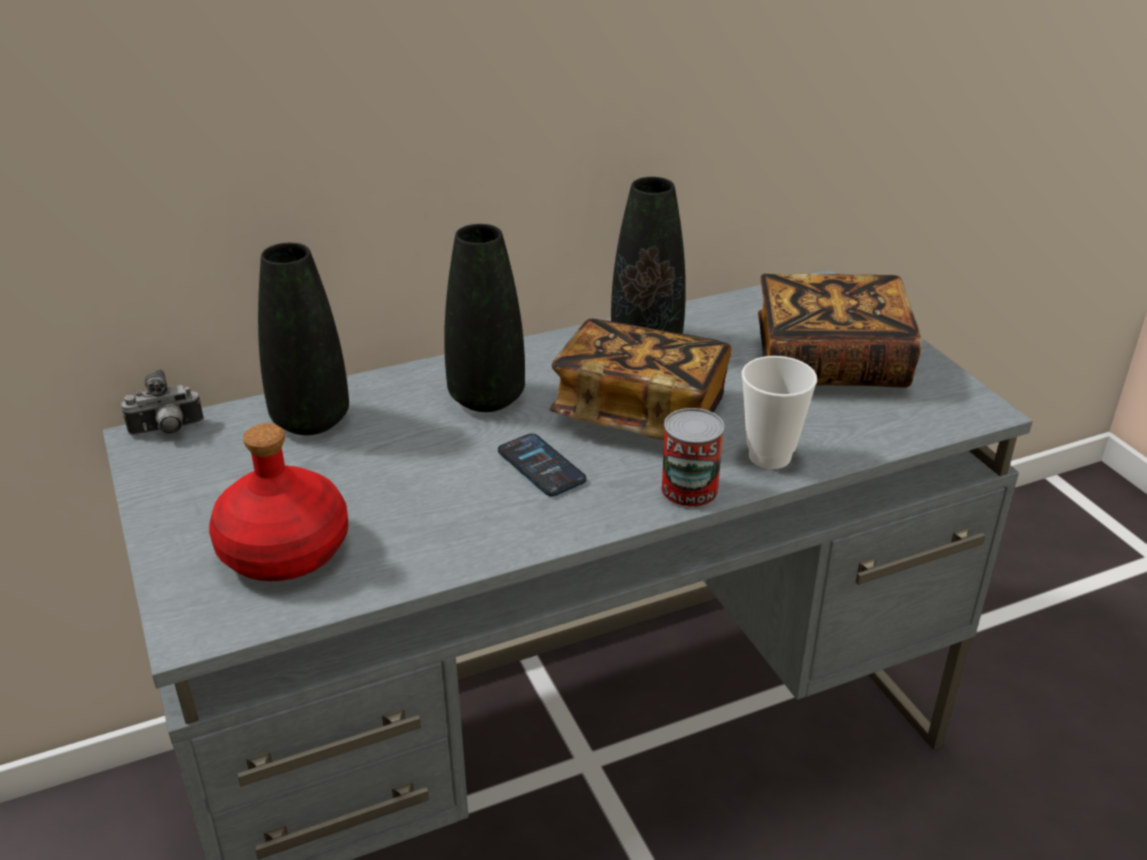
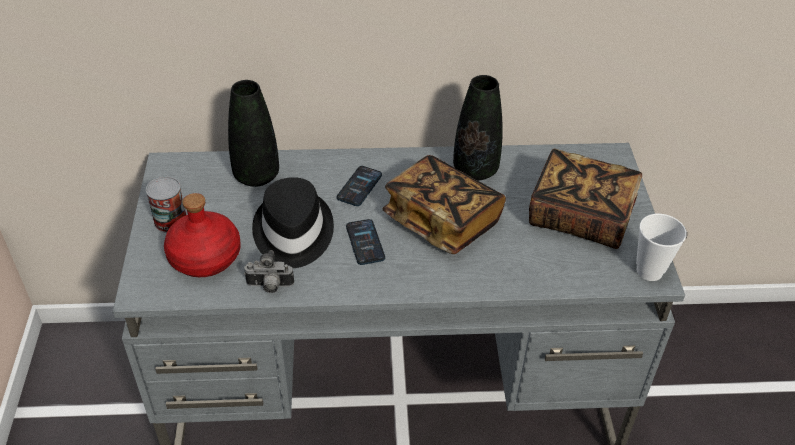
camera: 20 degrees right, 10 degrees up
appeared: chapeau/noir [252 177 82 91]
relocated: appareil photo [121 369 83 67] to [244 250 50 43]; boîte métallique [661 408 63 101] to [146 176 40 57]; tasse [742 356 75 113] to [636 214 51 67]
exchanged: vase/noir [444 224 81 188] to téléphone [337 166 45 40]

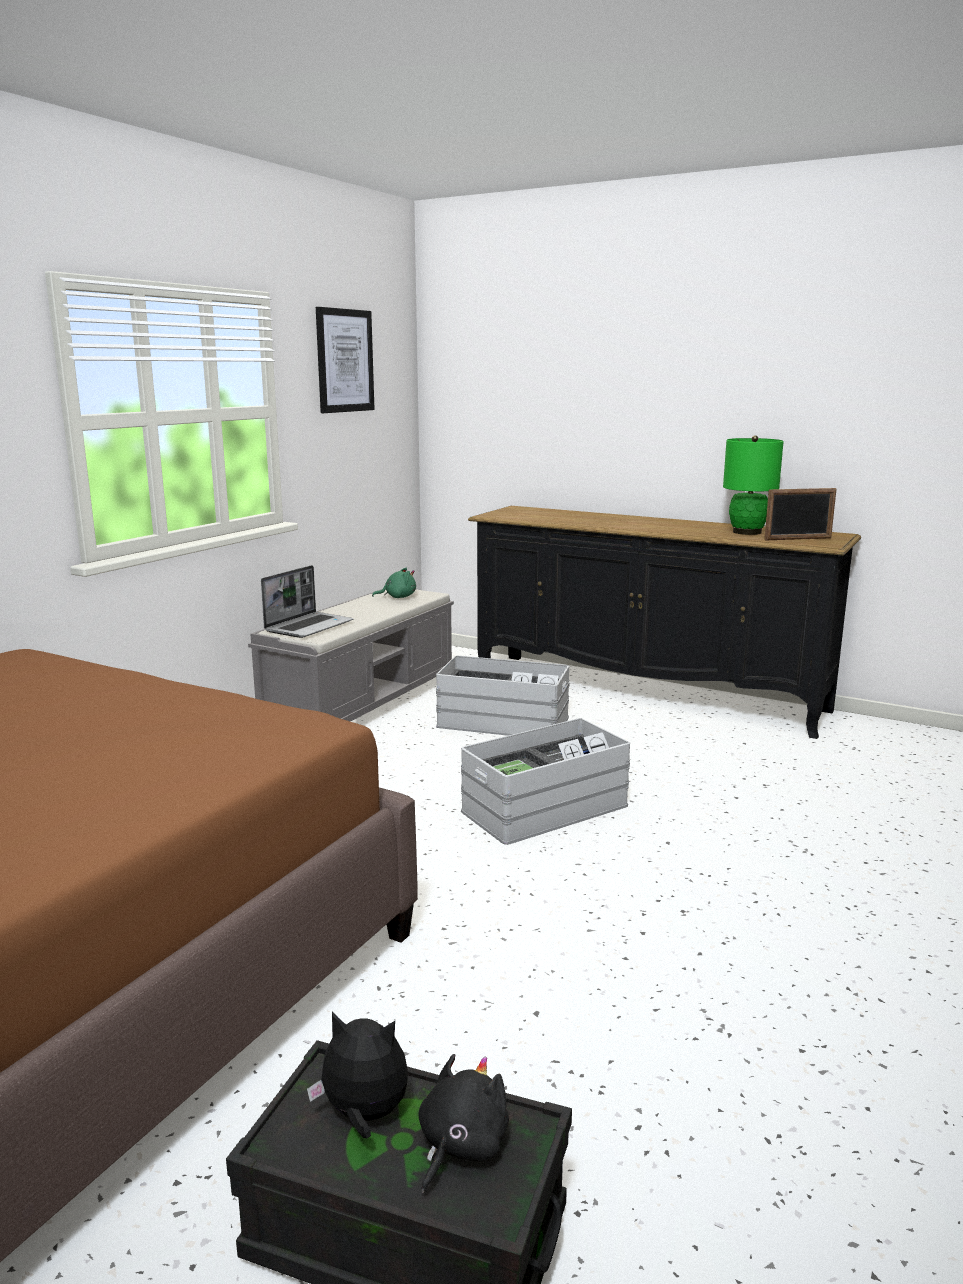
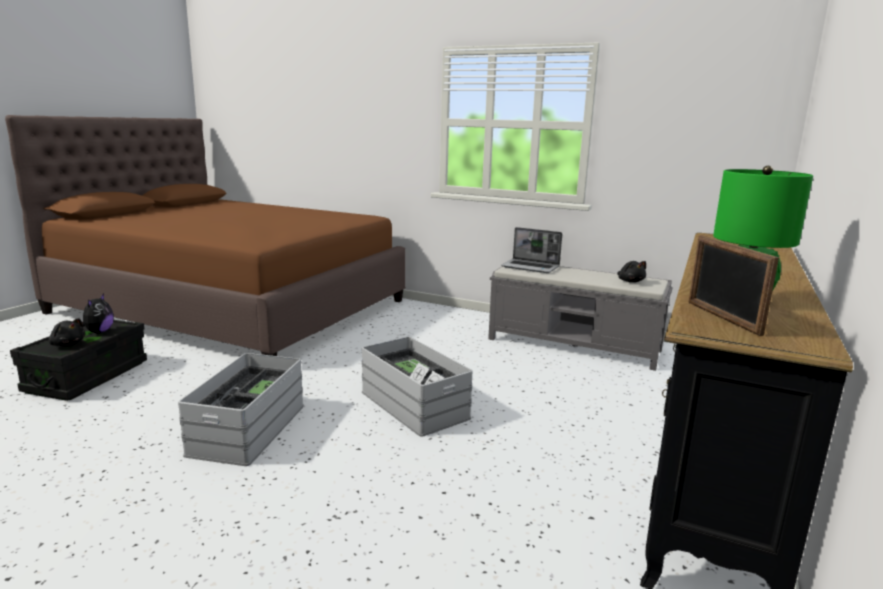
camera: 85 degrees right, 0 degrees up
missing: tableau [316 307 58 106]
relocated: boîte de rangement/gris [436 656 134 80] to [178 353 126 113]
colour: peluche/vert [372 567 44 31] to peluche/noir [617 261 29 22]

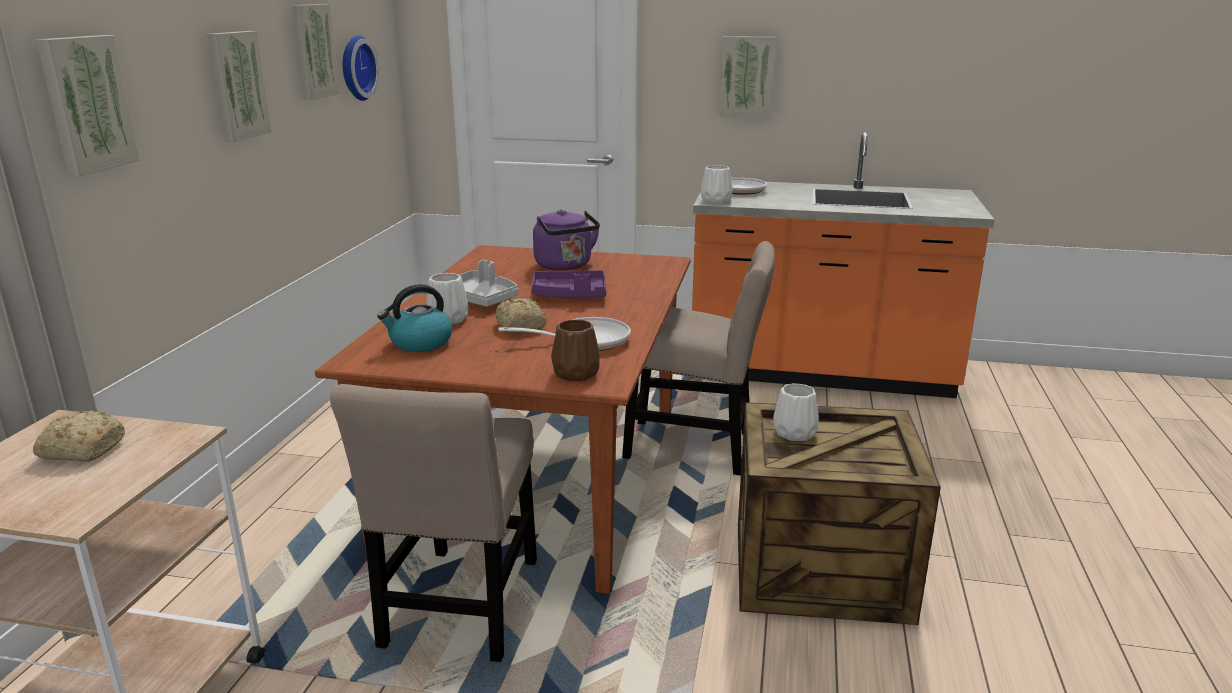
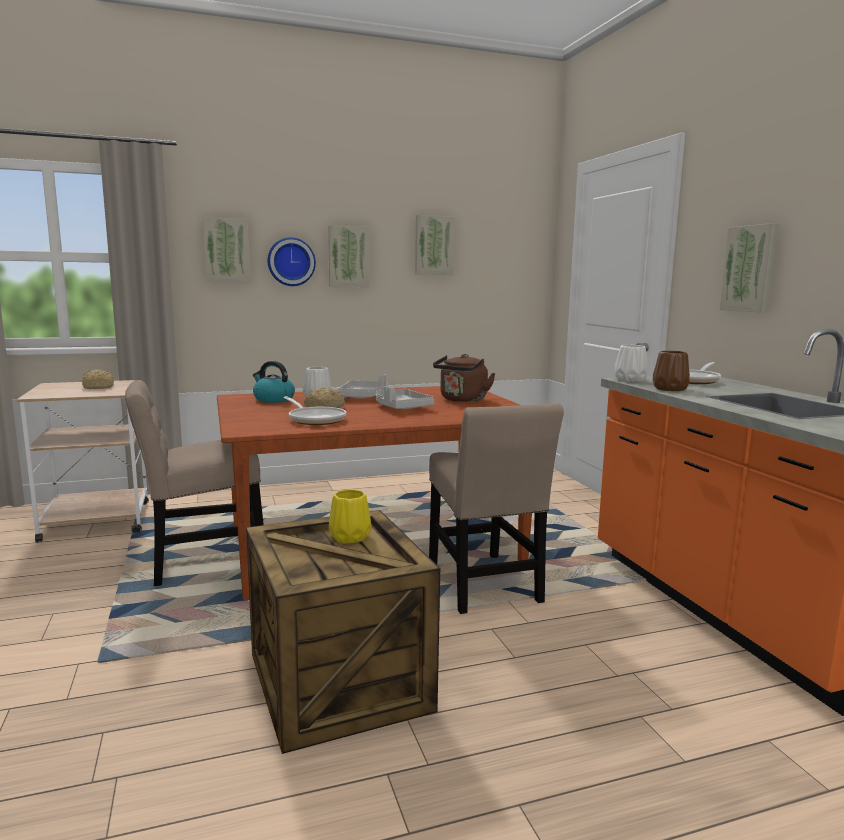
camera: 60 degrees right, 10 degrees down
relocated: horloge murale [343 35 36 66] to [268 237 48 49]; vase/marron [551 319 49 62] to [653 351 37 40]
colour: plateau/violet [531 270 75 28] to plateau/gris [376 386 58 23]; bouilloire/violet [533 209 67 61] to bouilloire/marron [433 354 63 48]; vase/blanc [773 383 46 58] to vase/jaune [329 489 43 55]

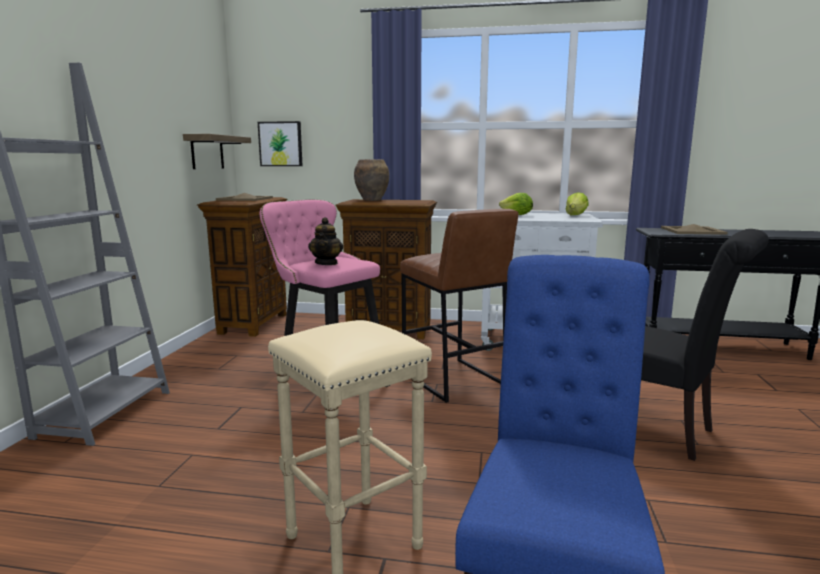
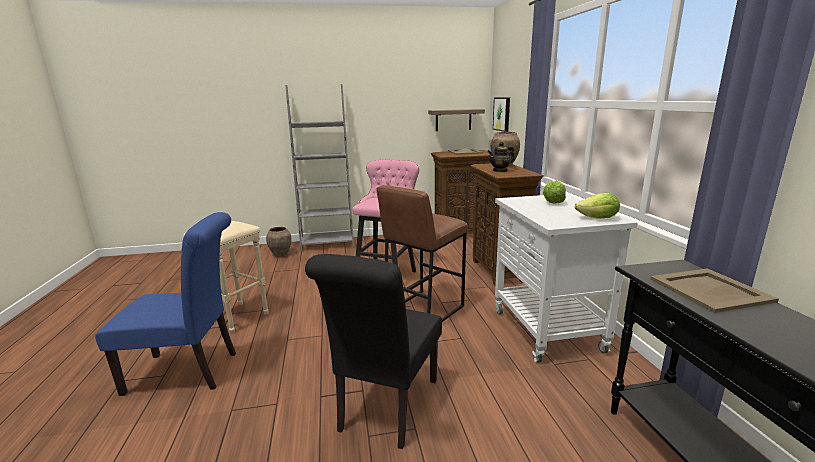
camera: 70 degrees right, 5 degrees up
appeared: vase/marron [266 227 26 30]
relocated: théière [308 217 35 48] to [487 142 28 30]

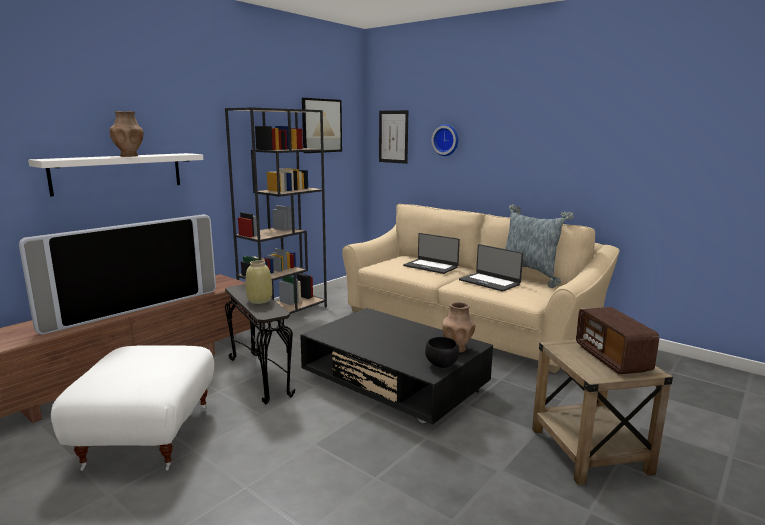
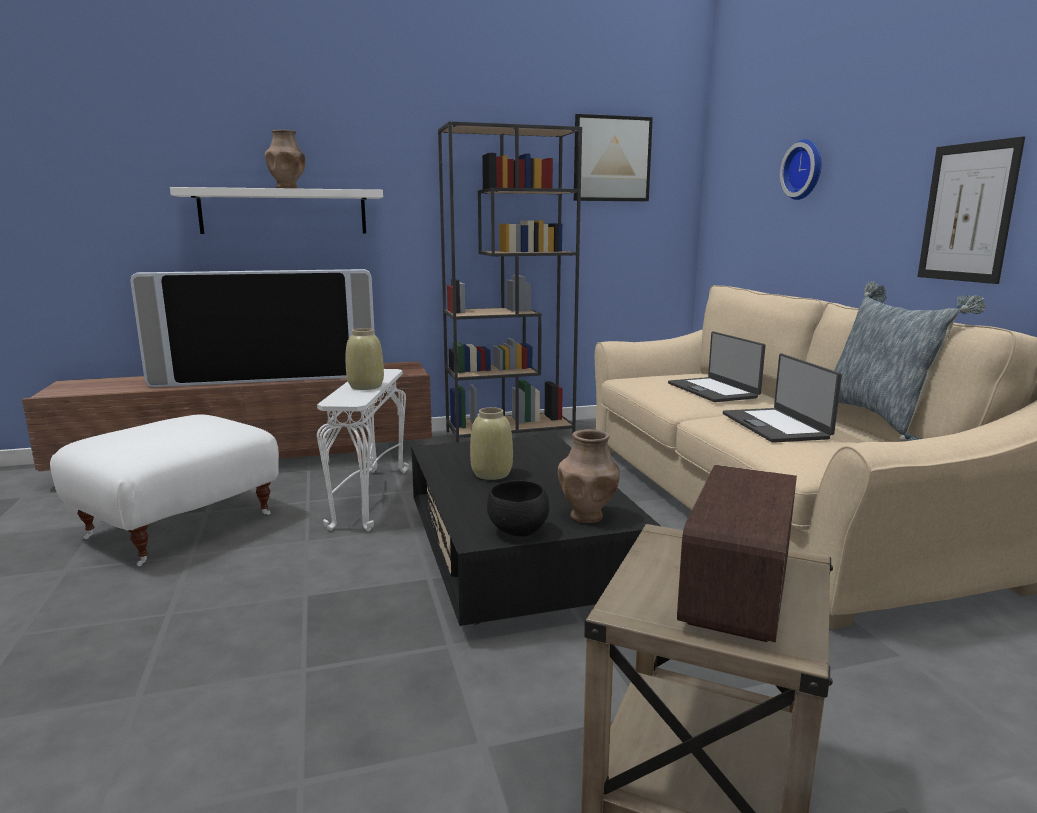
camera: 35 degrees right, 0 degrees up
appeared: vase/beige [470 407 43 73]
relocated: tableau [379 110 29 54] to [918 136 107 148]
colour: table d'appoint/noir [225 284 70 120] to table d'appoint/blanc [317 369 92 163]

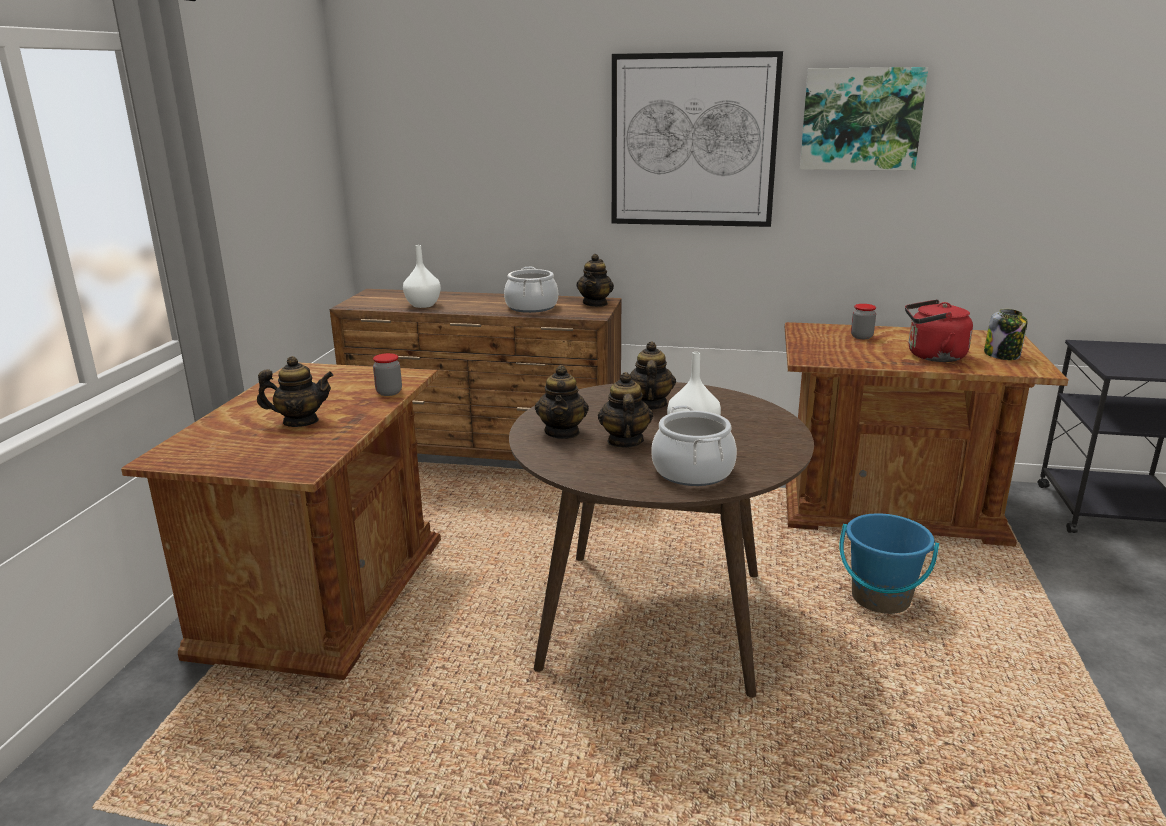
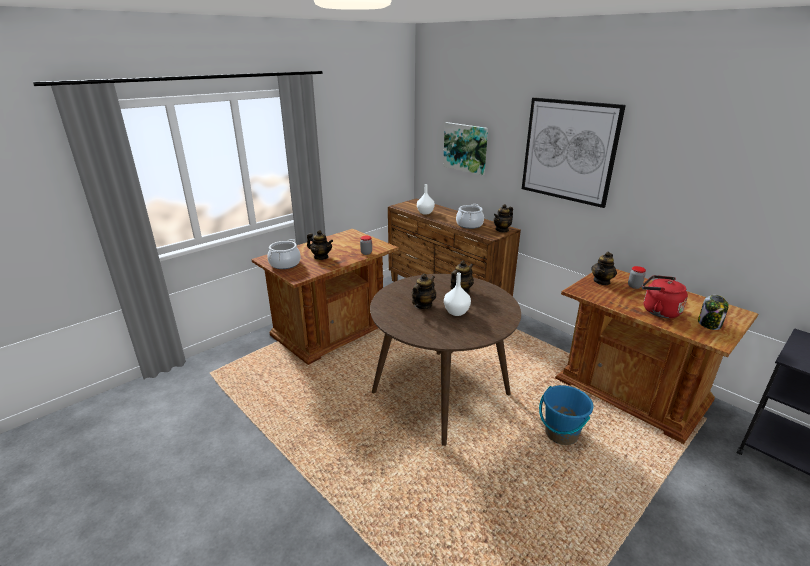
camera: 35 degrees right, 5 degrees up
relocated: théière [535 365 54 74] to [591 252 26 33]; marmite [651 405 86 81] to [267 239 34 30]; tableau [800 67 128 104] to [443 122 45 53]

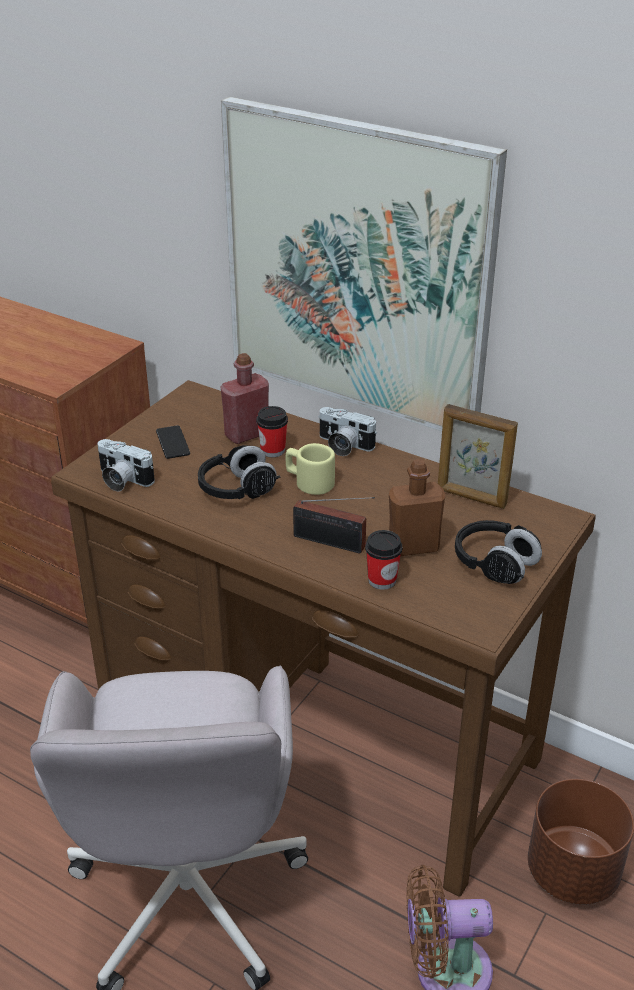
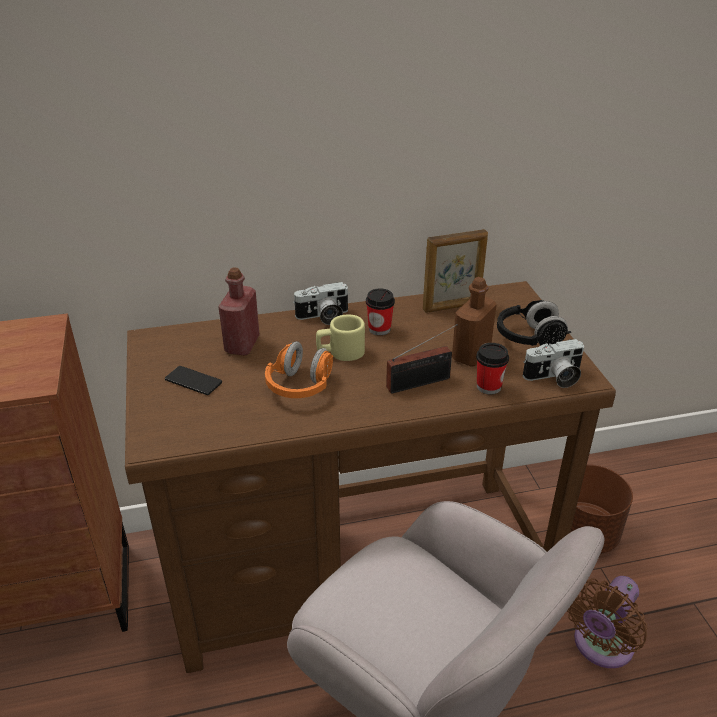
camera: 45 degrees left, 0 degrees up
missing: tableau [221 97 286 334]
relocated: appareil photo [97 439 58 52] to [522 339 62 49]; tasse [256 406 32 51] to [366 288 29 47]
colour: casque audio/noir [198 445 82 54] to casque audio/orange [265 341 68 57]

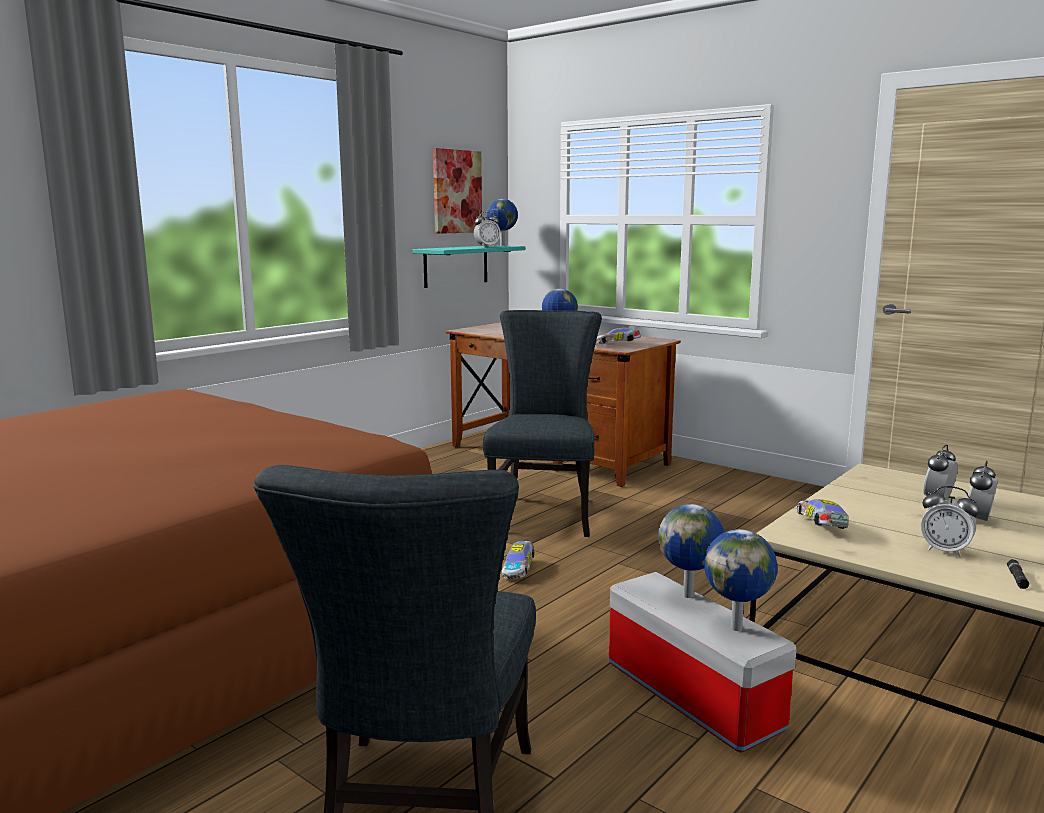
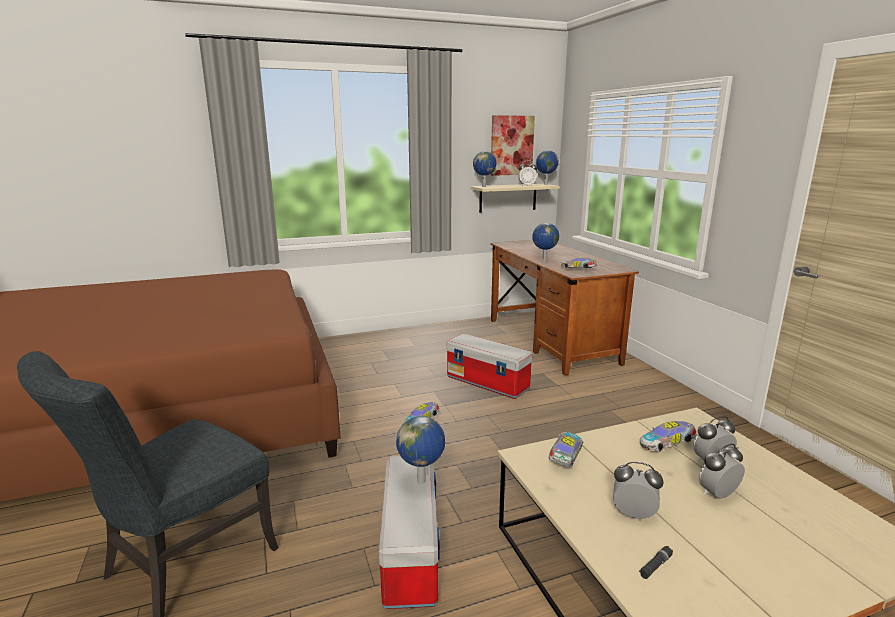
camera: 30 degrees right, 5 degrees up
appeared: petite voiture [640 421 56 31]
relocated: globe [704 529 74 102] to [473 151 23 36]
exchanged: chaise/gris [483 310 119 227] to boîte de rangement [447 333 85 66]
colour: étagère/turquoise [413 245 113 43] to étagère/beige [471 184 89 29]
spun: réveil [921 486 59 71] = [613 462 51 57] 135 degrees clockwise

